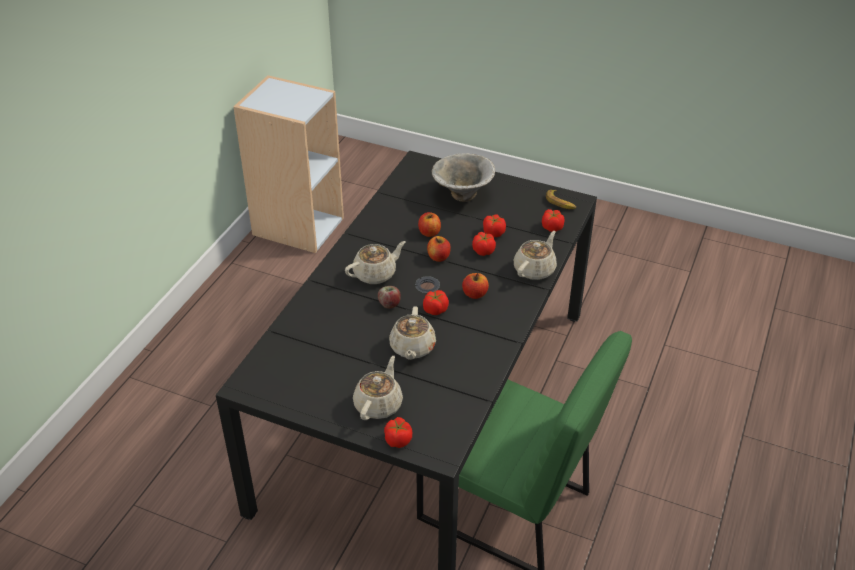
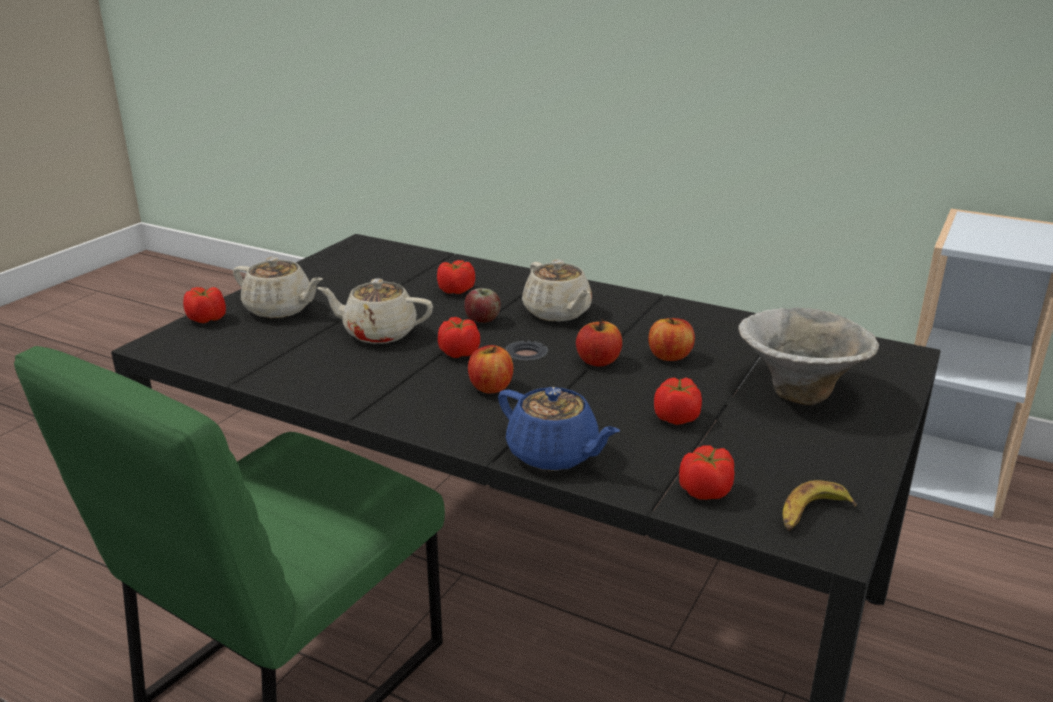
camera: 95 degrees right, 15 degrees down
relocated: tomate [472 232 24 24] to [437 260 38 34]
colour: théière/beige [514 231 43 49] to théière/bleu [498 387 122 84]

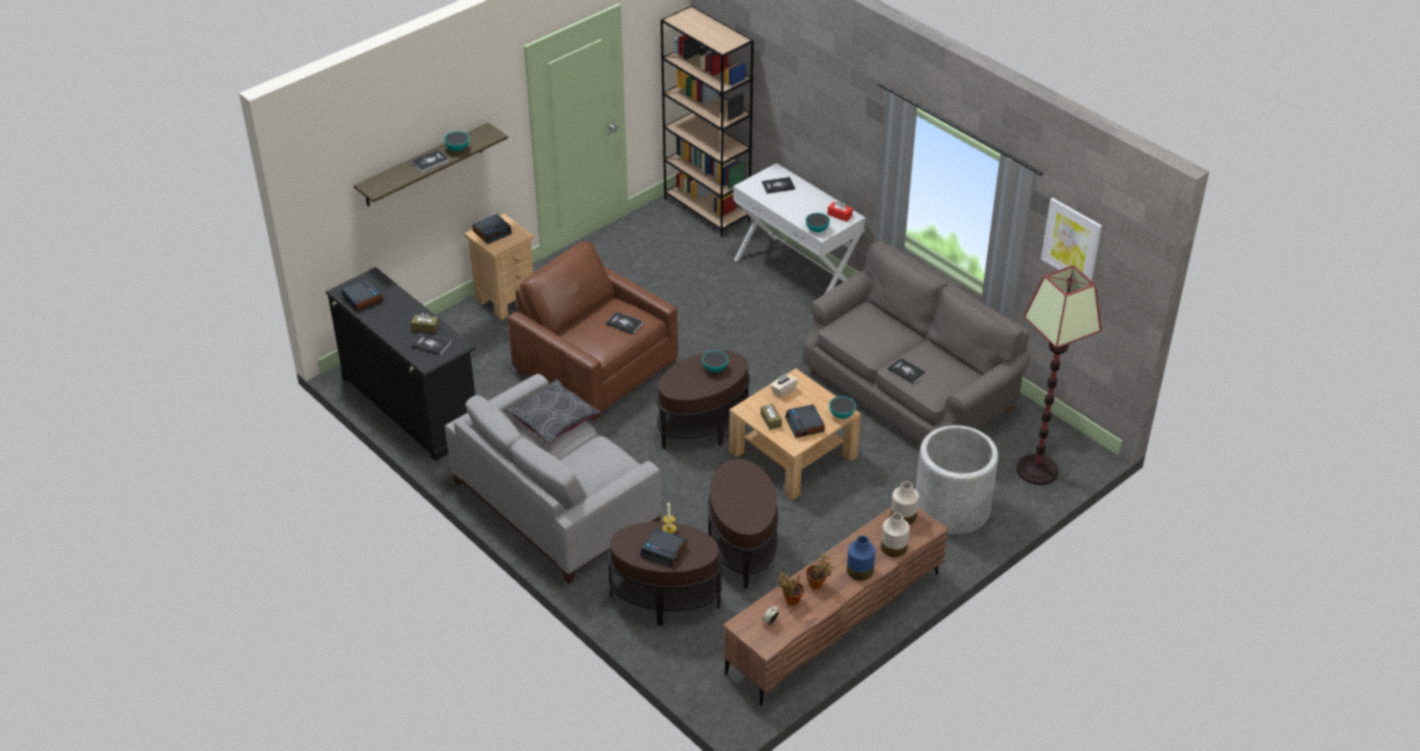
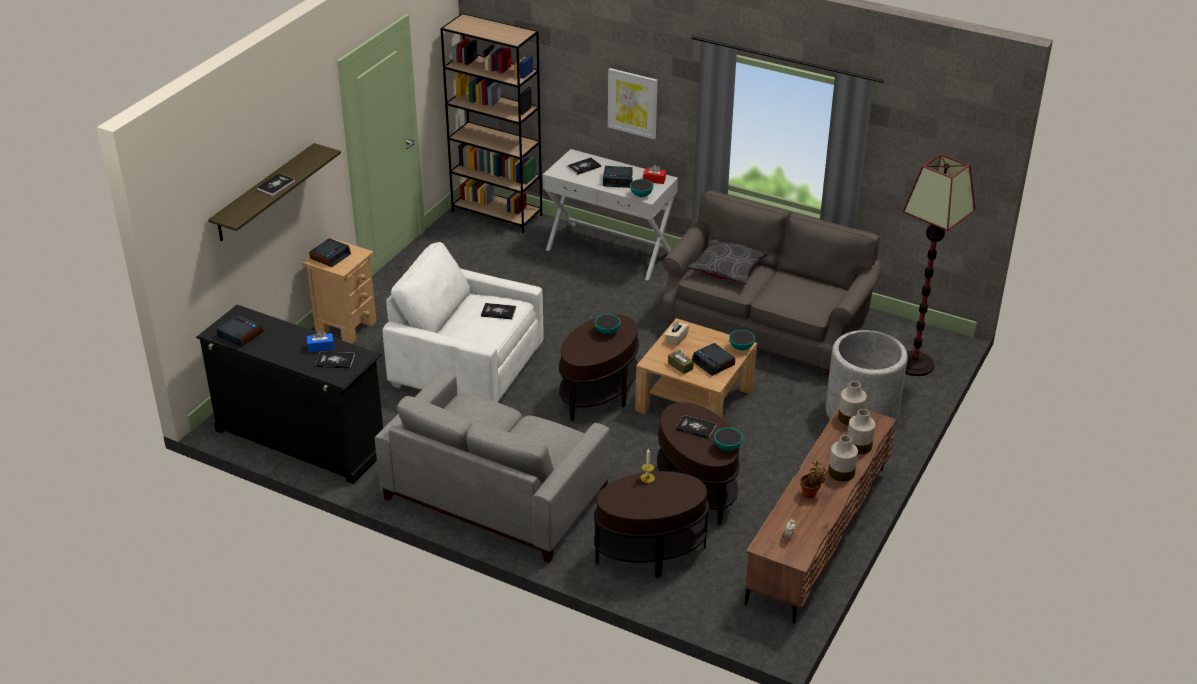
camera: 20 degrees left, 5 degrees down
missing: plante en pot [777 572 27 33]
relocated: bol [444 131 25 20] to [714 428 29 23]; coussin/gris [505 379 96 66] to [687 237 81 47]; réveil [641 528 46 40] to [603 166 30 22]; livre [888 358 39 26] to [676 415 40 24]; tableau [1041 198 61 83] to [608 68 50 71]
colour: boîte à mouchoirs/marron [411 312 28 21] to boîte à mouchoirs/bleu [307 330 27 22]; fauteuil/marron [508 241 170 179] to fauteuil/blanc [383 242 161 160]; vase/bleu [847 536 29 45] to vase/beige [828 435 30 46]

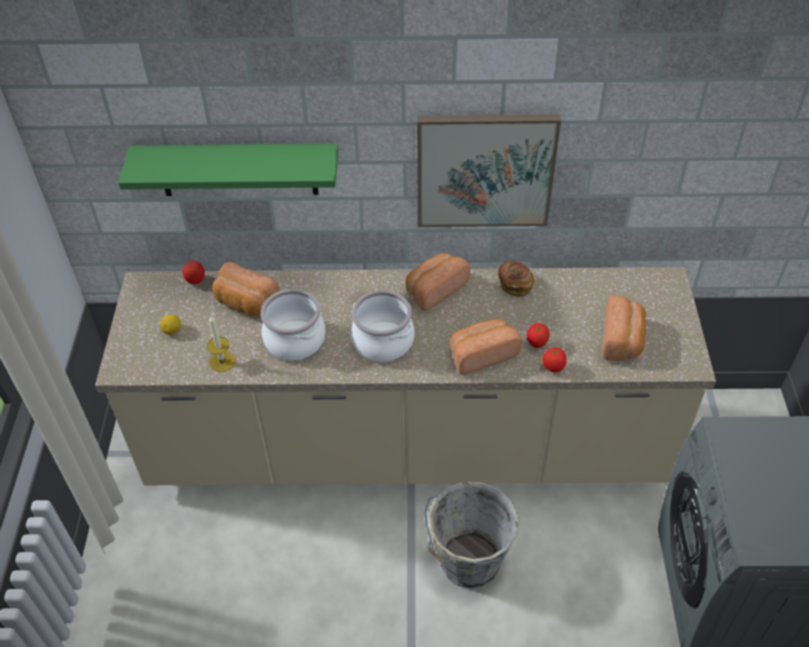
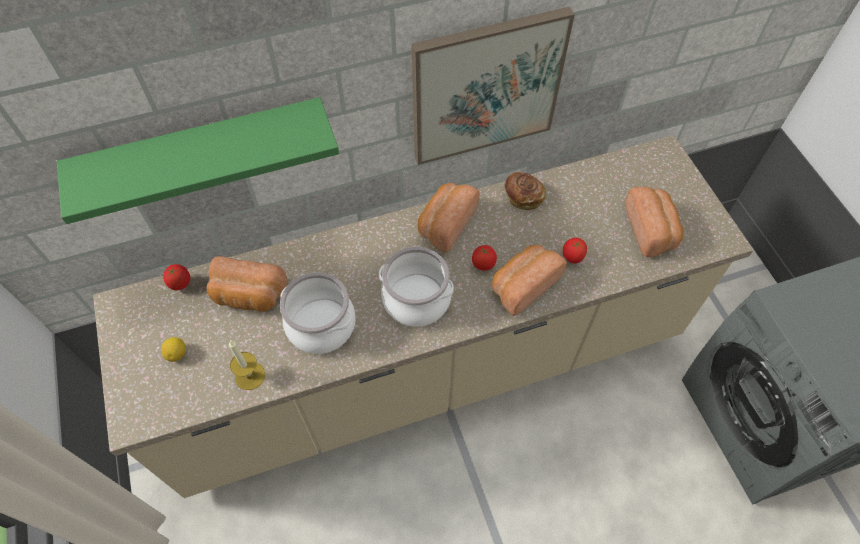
camera: 20 degrees left, 10 degrees up
missing: seau/gris [424 482 95 107]
relocated: tomate [542 347 25 26] to [472 245 25 26]

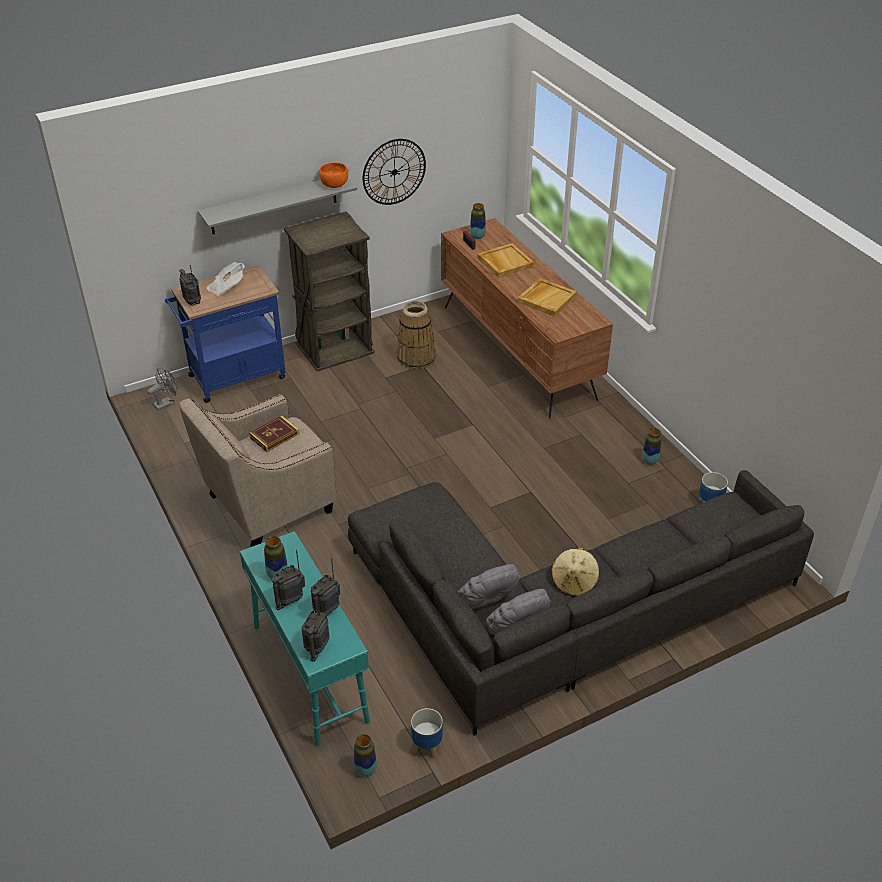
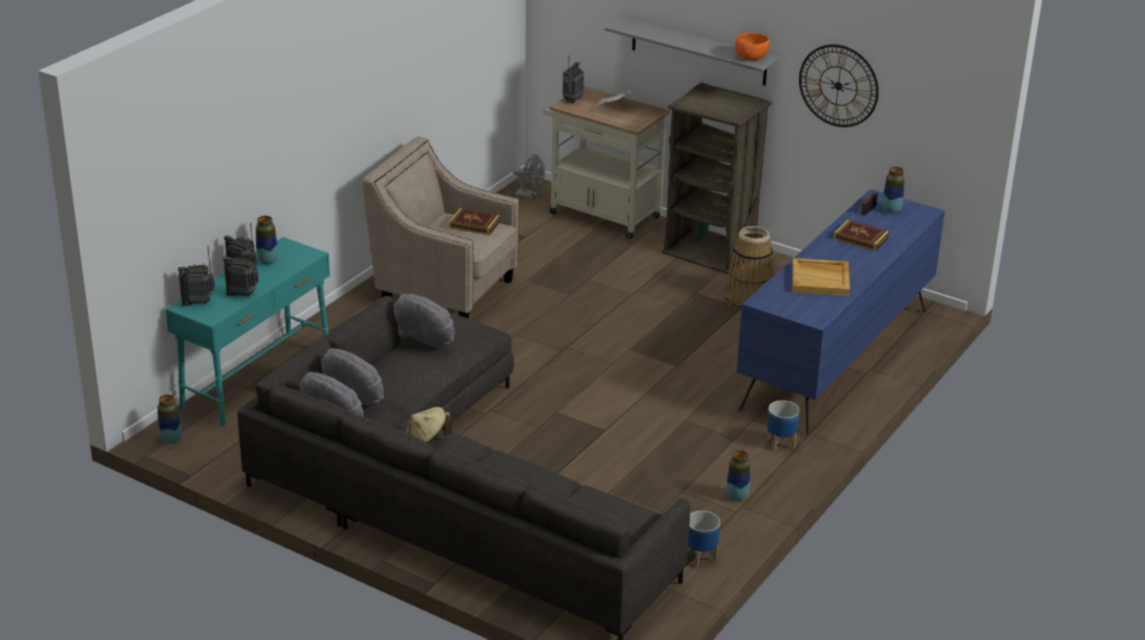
camera: 60 degrees right, 10 degrees down
appeared: coussin/gris [393 294 62 54]
relocated: cache-pot [411 708 32 50] to [767 400 33 51]
exchanged: plateau/beige [477 243 57 35] to livre [834 220 55 32]
colour: chariot/bleu [165 265 120 138] to chariot/beige [543 86 127 153]; meuble télé/marron [441 218 172 201] to meuble télé/bleu [737 189 208 246]

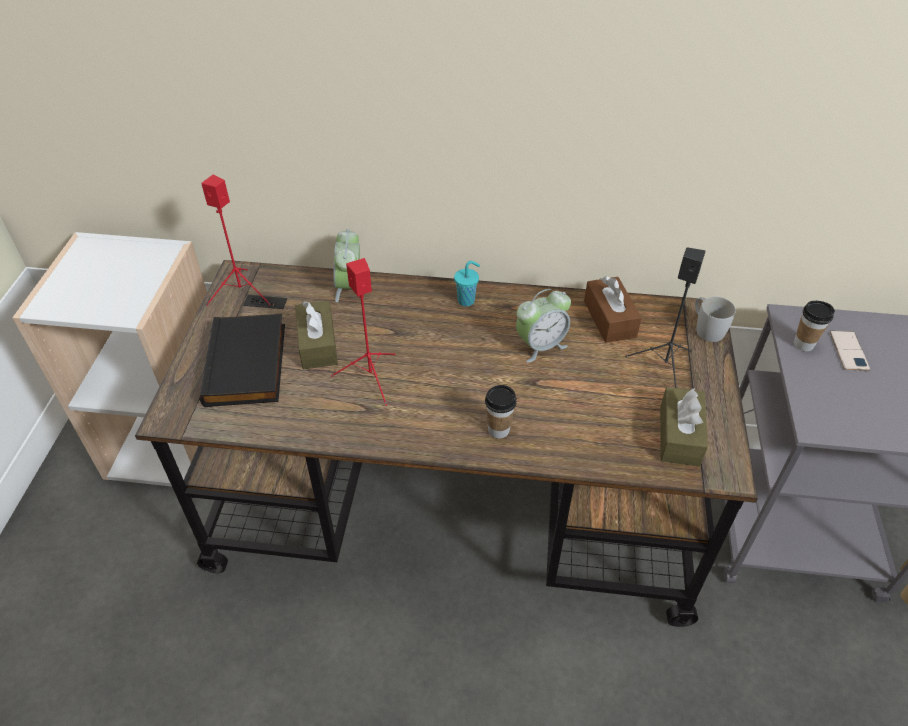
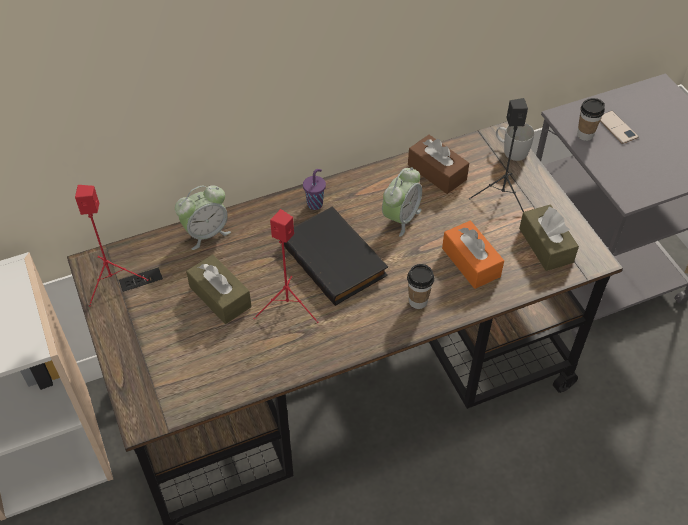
camera: 30 degrees left, 5 degrees up
appeared: boîte à mouchoirs/orange [442 221 62 68]
relocated: livre/noir [200 314 85 93] to [284 206 104 100]
colour: tasse/turquoise [454 261 26 45] to tasse/violet [303 169 23 41]
spun: réveil [334 229 26 73] = [175 185 56 65] 90 degrees counterclockwise

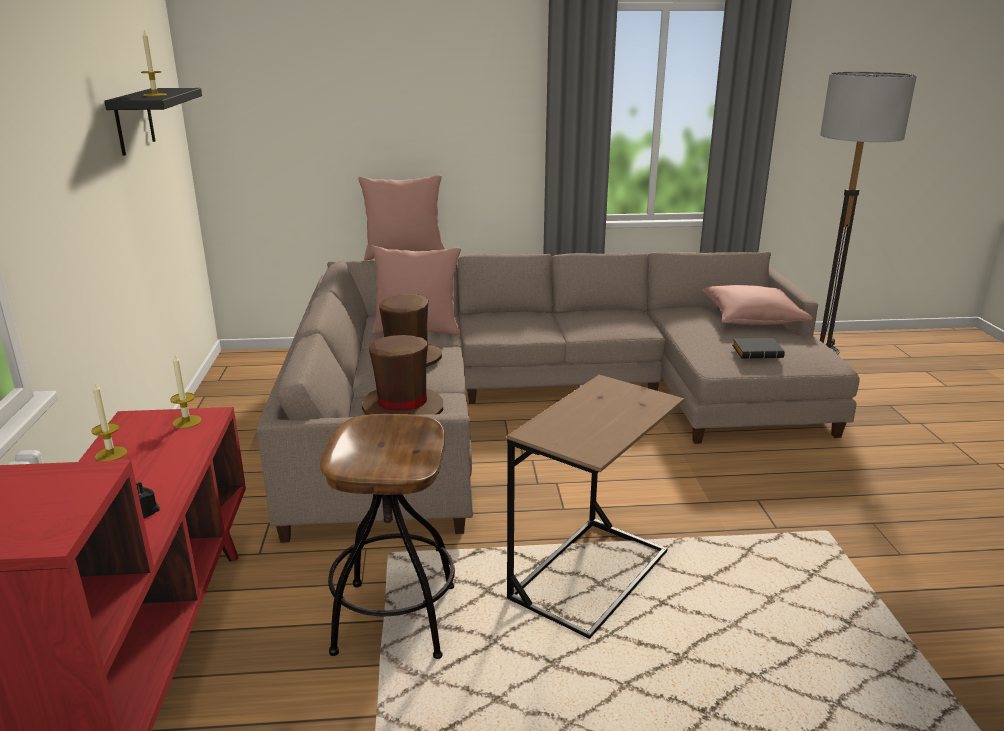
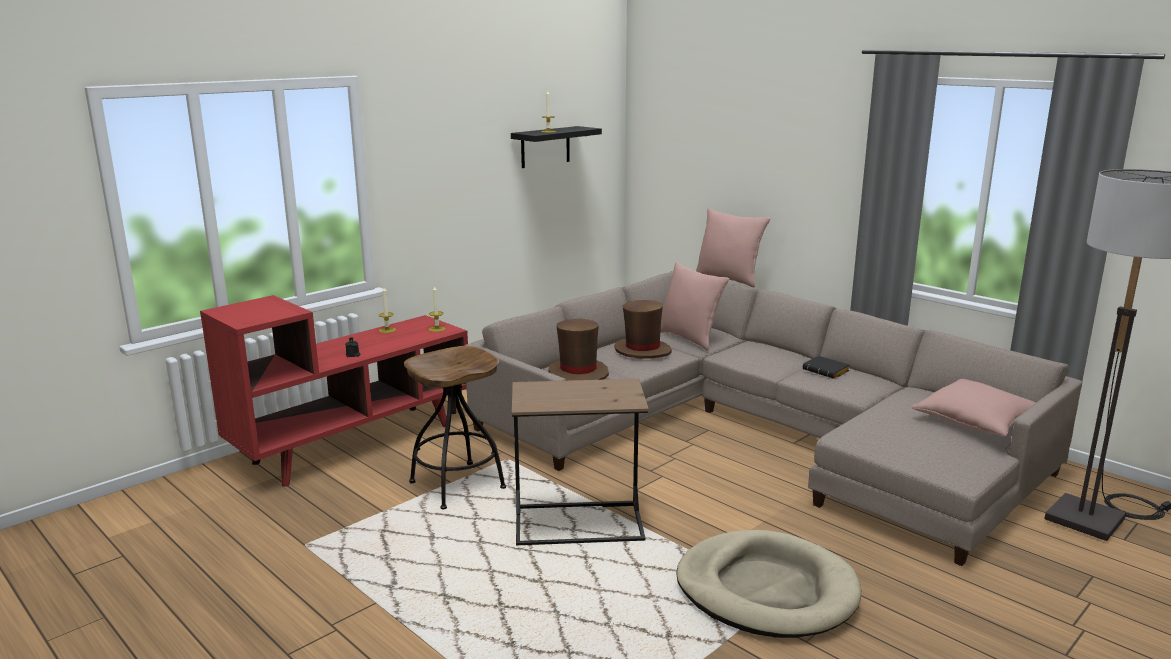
camera: 50 degrees right, 5 degrees down
appeared: panier pour chien/beige [677 530 184 108]
relocated: livre/noir [732 338 53 21] to [803 356 47 23]

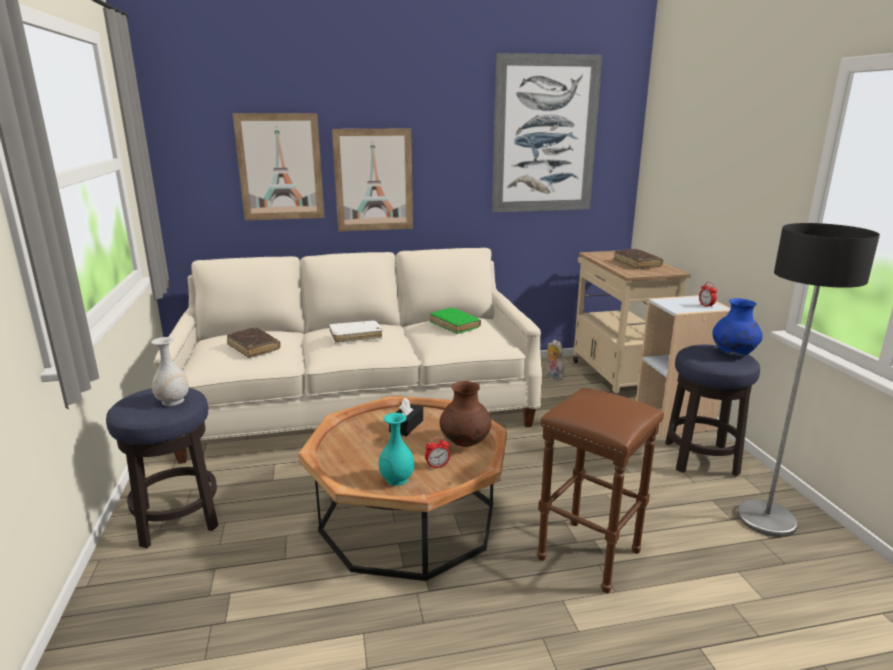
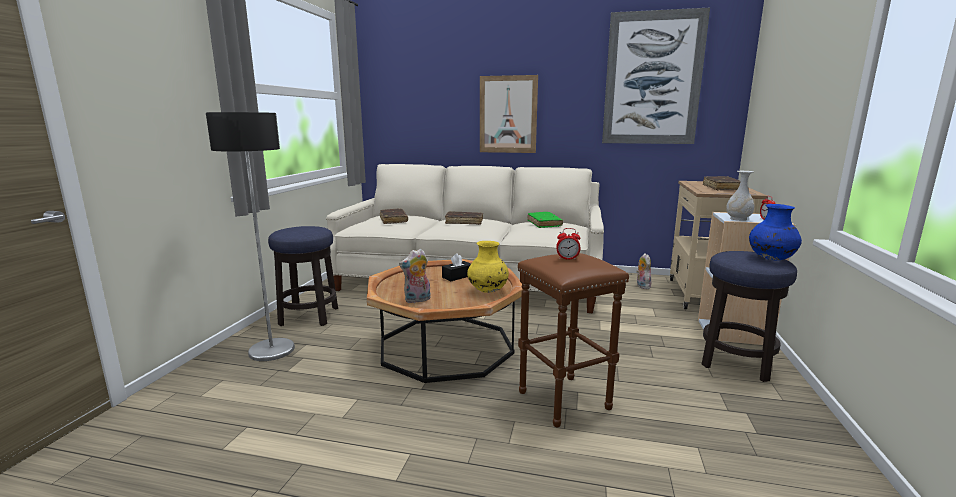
camera: 25 degrees right, 5 degrees down
missing: tableau [233 113 91 108]
relocated: vase/blanc [151 337 38 69] to [726 171 29 50]; réveil [425 437 25 32] to [556 228 24 32]; lampadaire [737 223 143 314] to [206 112 89 249]
exchanged: vase/turquoise [379 413 35 73] to peluche [399 249 31 54]
colour: livre/blanc [329 321 53 23] to livre/marron [445 211 38 14]; vase/marron [439 381 52 66] to vase/jaune [467 241 42 52]

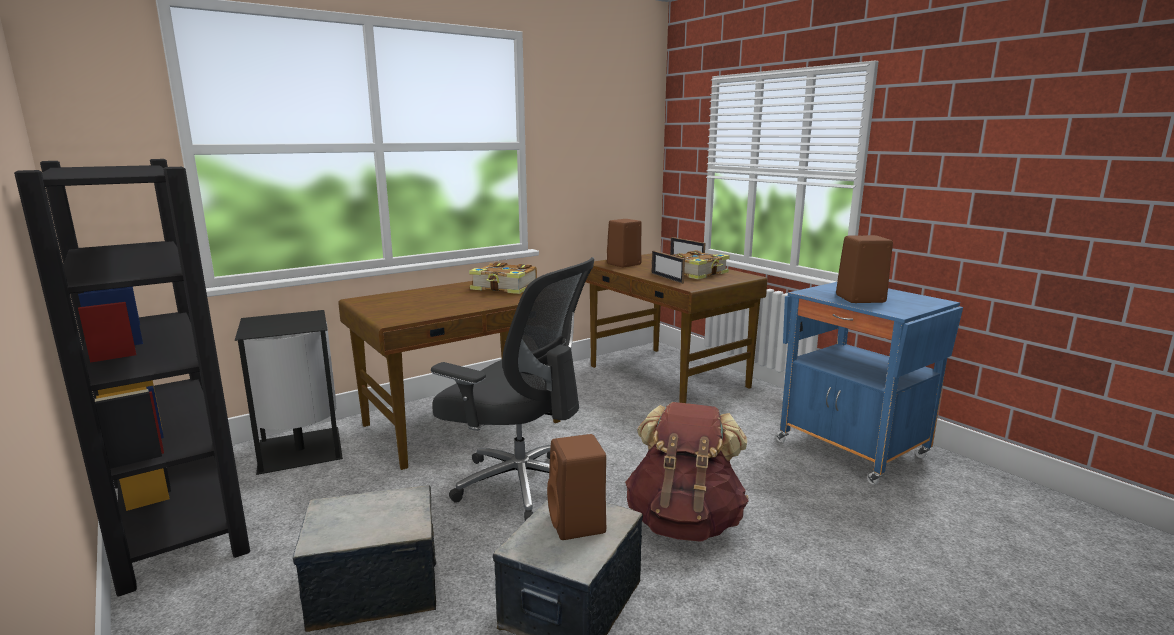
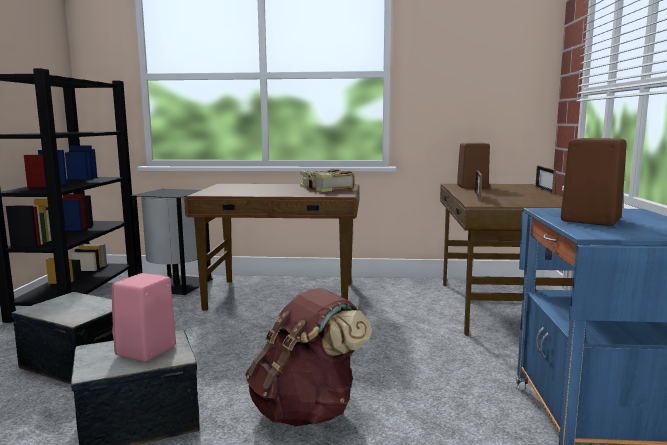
camera: 40 degrees right, 5 degrees down
missing: chaise de bureau [431 257 163 264]; livre [673 250 57 30]
colour: enceinte/marron [547 434 59 106] to enceinte/rose [112 273 64 89]

